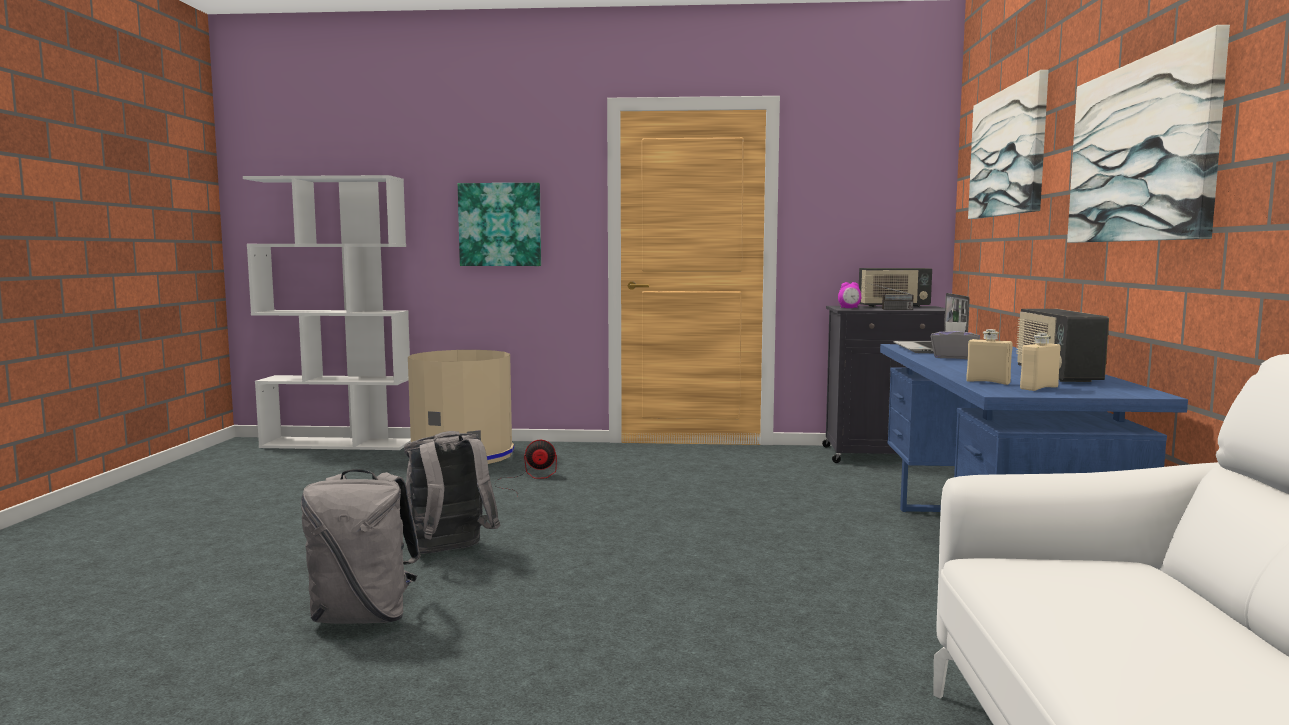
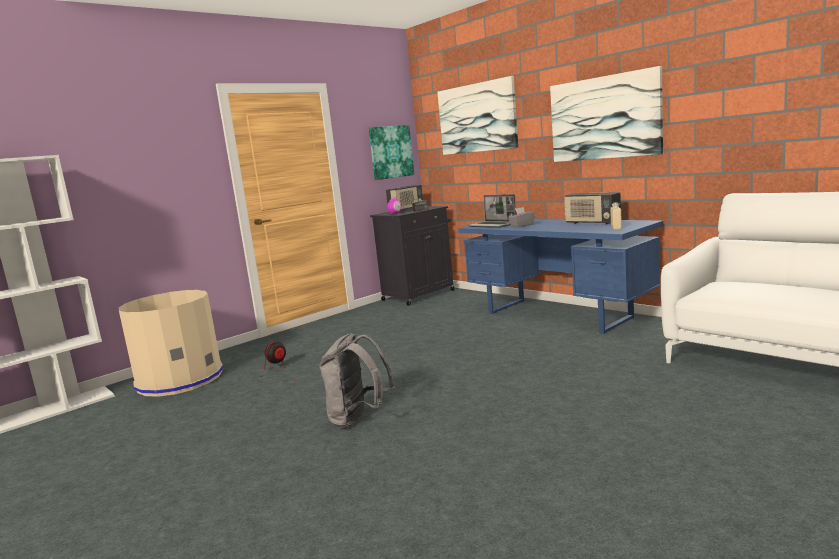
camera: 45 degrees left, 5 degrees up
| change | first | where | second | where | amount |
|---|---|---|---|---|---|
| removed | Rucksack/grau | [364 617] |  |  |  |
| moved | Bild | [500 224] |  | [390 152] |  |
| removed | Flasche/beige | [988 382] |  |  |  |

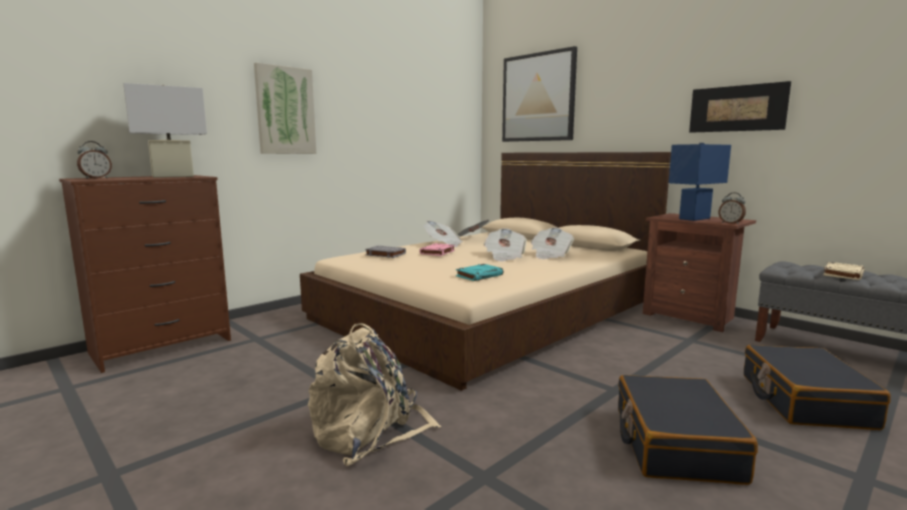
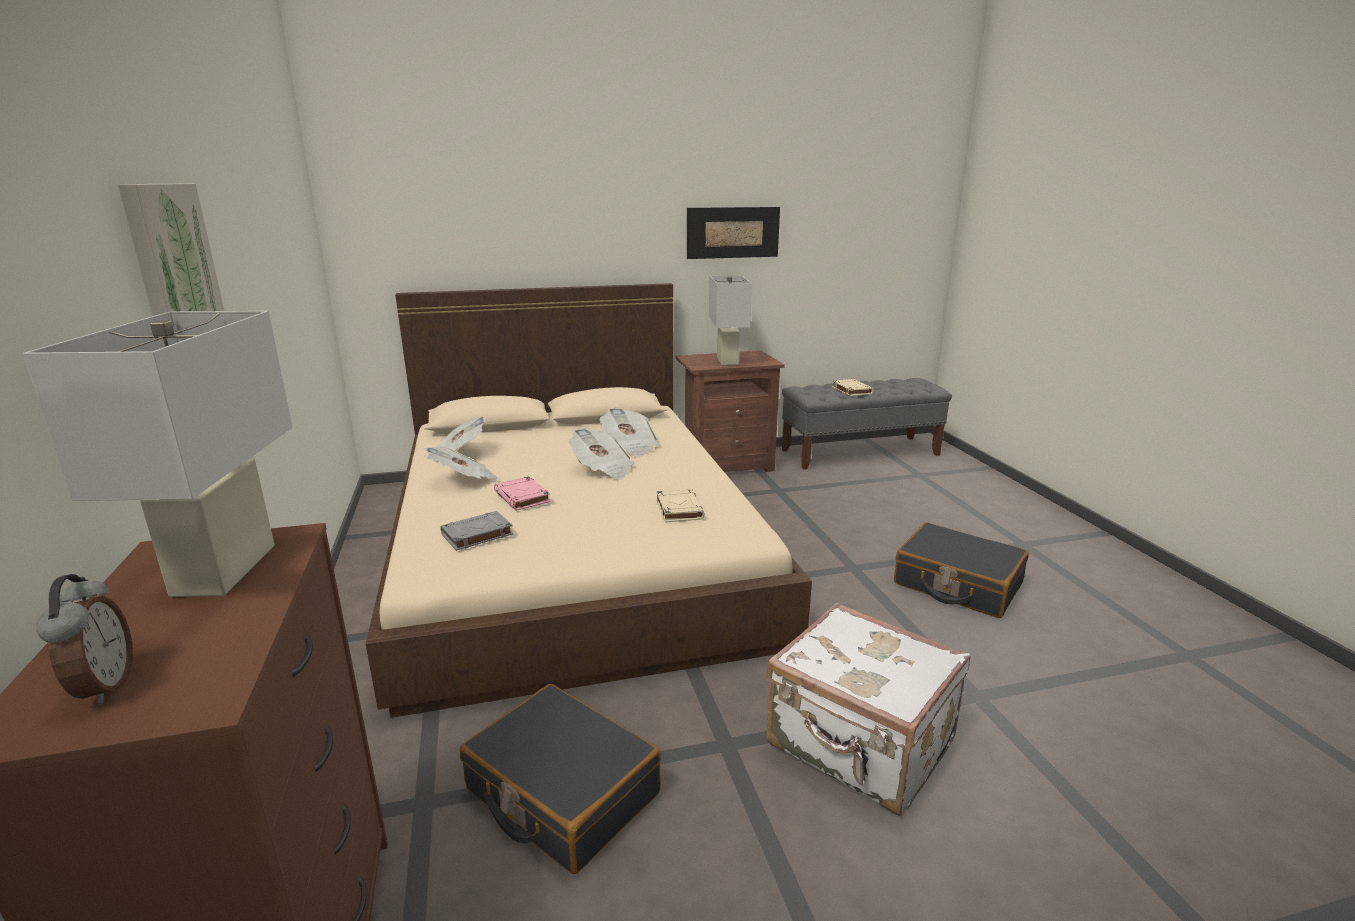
camera: 60 degrees left, 10 degrees up
| change | first | where | second | where | amount |
|---|---|---|---|---|---|
| replaced | Rucksack/beige | [370 432] | Koffer/weiß | [860 746] |  |
| recoloured | Buch/türkis | [479 275] | Buch/beige | [679 509] |  |
| removed | Bild | [538 97] |  |  |  |
| recoloured | Tischlampe/blau | [694 219] | Tischlampe/weiß | [727 361] |  |
| removed | Wecker | [731 223] |  |  |  |
| moved | Koffer/schwarz | [804 401] |  | [561 792] |  |

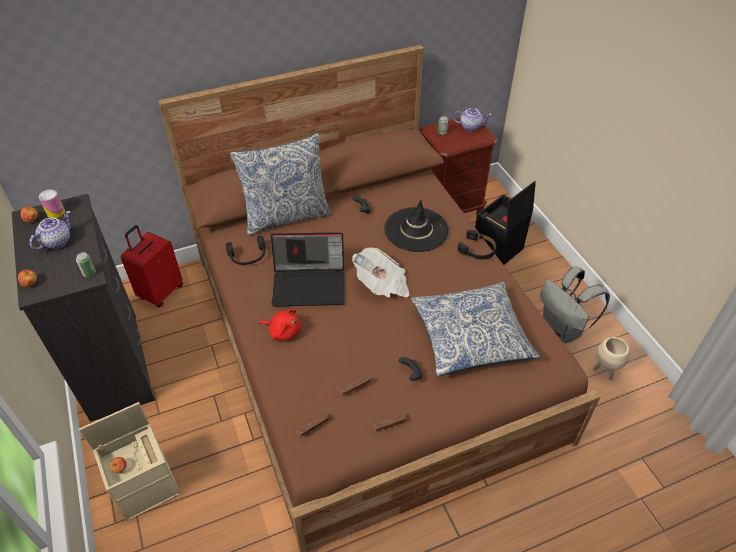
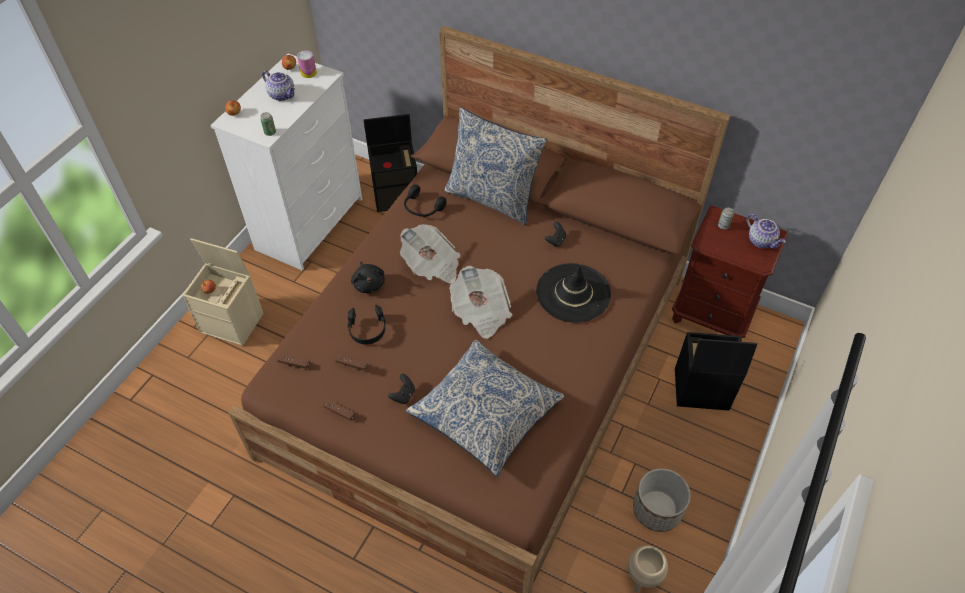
camera: 50 degrees right, 5 degrees up
| change | first | where | second | where | amount |
|---|---|---|---|---|---|
| recoloured | Kommode/schwarz | [115 364] | Kommode/weiß | [311 223] |  |
| turned | Teekanne | [57 241] |  | [282 95] | 45 degrees clockwise |
| replaced | Koffer/rot | [160 292] | Aufbewahrungsbox/schwarz | [397 195] |  |
| recoloured | Plüschtier/rot | [283 331] | Plüschtier/schwarz | [369 283] |  |
| replaced | Laptop | [310 284] | Zeitung | [432 265] |  |
| moved | Kopfhörer/schwarz | [477 249] |  | [367 329] |  |
| replaced | Rucksack/grau | [563 329] | Pflanzkübel | [657 510] |  |

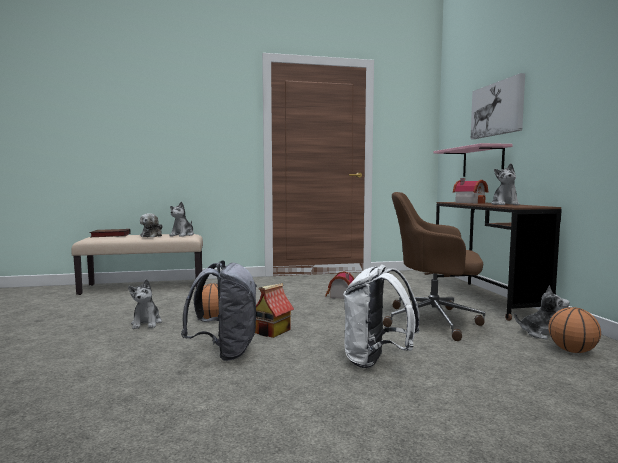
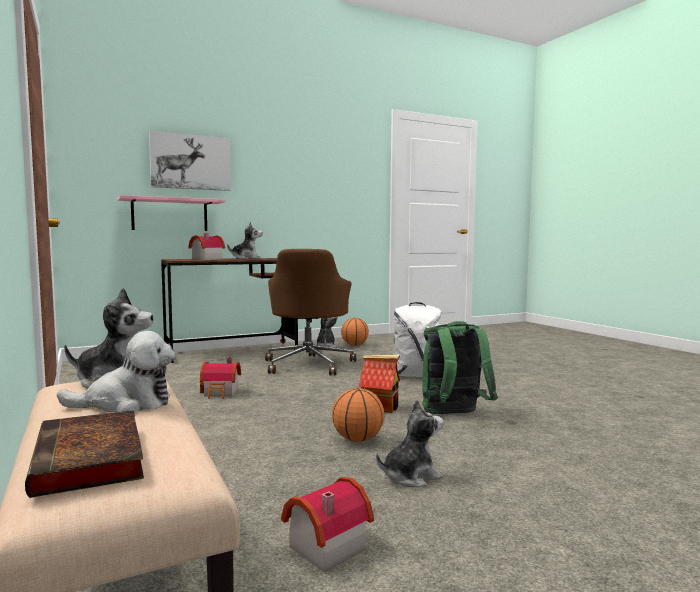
camera: 105 degrees left, 0 degrees up
| change | first | where | second | where | amount |
|---|---|---|---|---|---|
| recoloured | Rucksack/grau | [225 352] | Rucksack/grün | [453 415] |  |
| added |  |  | Spielzeughaus | [322 546] |  |

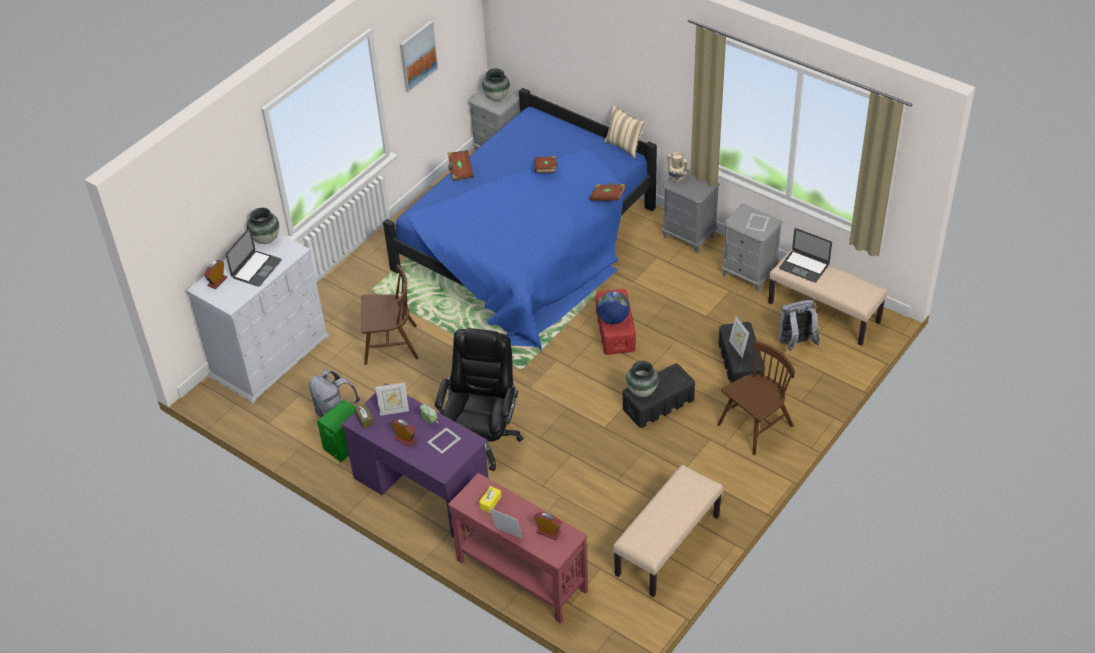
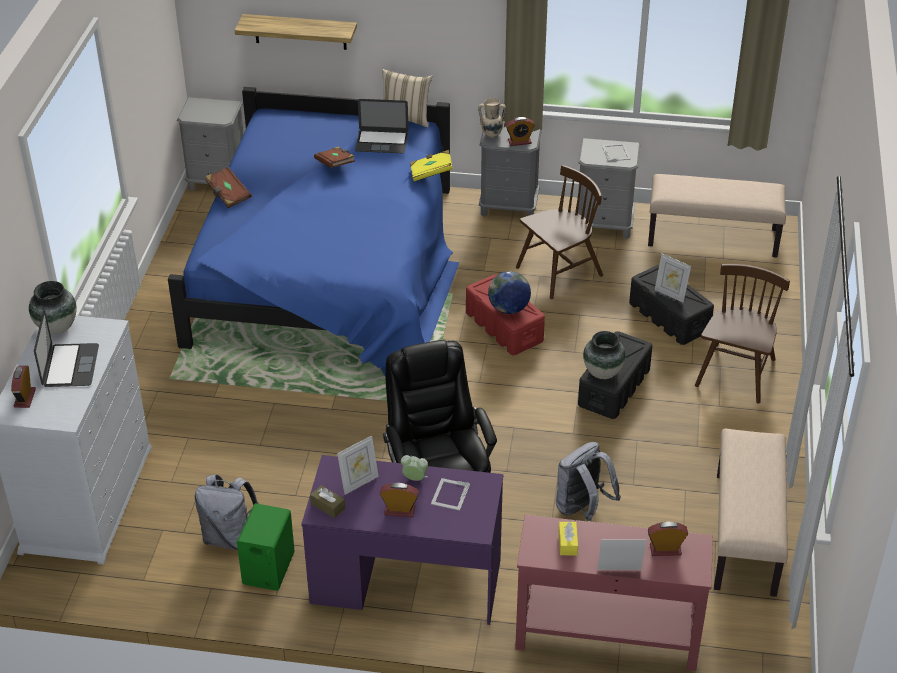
camera: 30 degrees left, 5 degrees down
| change | first | where | second | where | amount |
|---|---|---|---|---|---|
| moved | Stuhl/braun | [390 344] |  | [559 272] |  |
| removed | Bild | [417 56] |  |  |  |
| removed | Vase | [496 97] |  |  |  |
| recoloured | Buch/braun | [607 197] | Buch/gelb | [431 173] |  |
| moved | Rucksack/grau | [795 343] |  | [582 509] |  |
| moved | Laptop | [804 266] |  | [381 142] |  |
| added |  |  | Wandregal | [300 32] |  |
| added |  |  | Wecker | [519 142] |  |

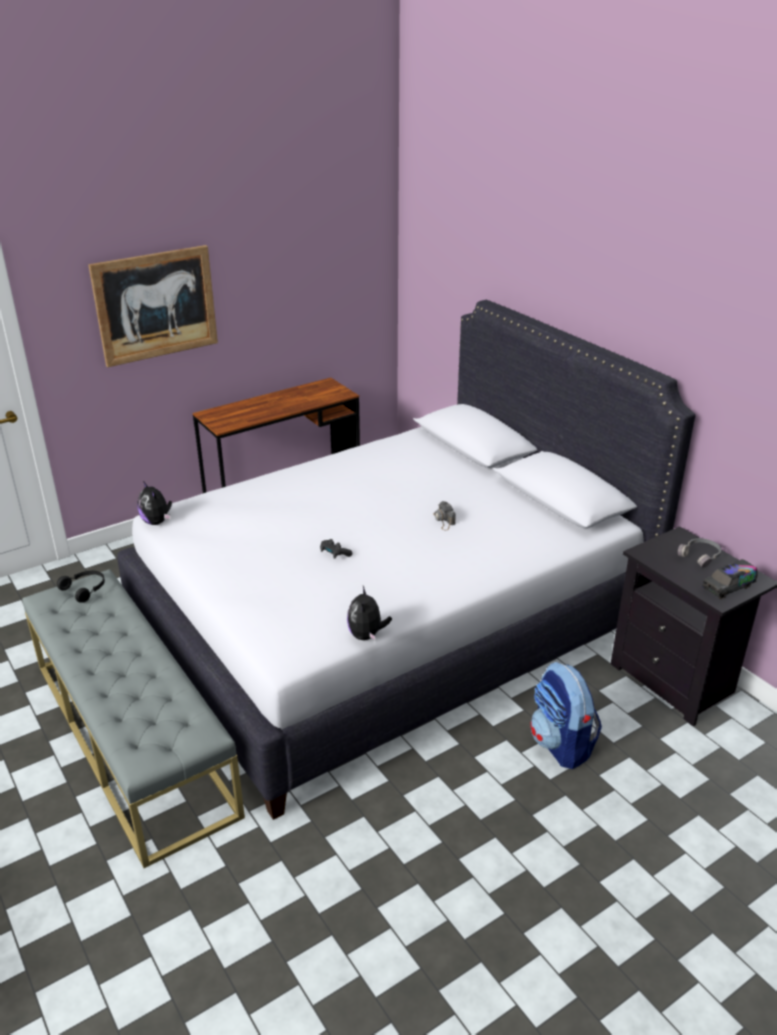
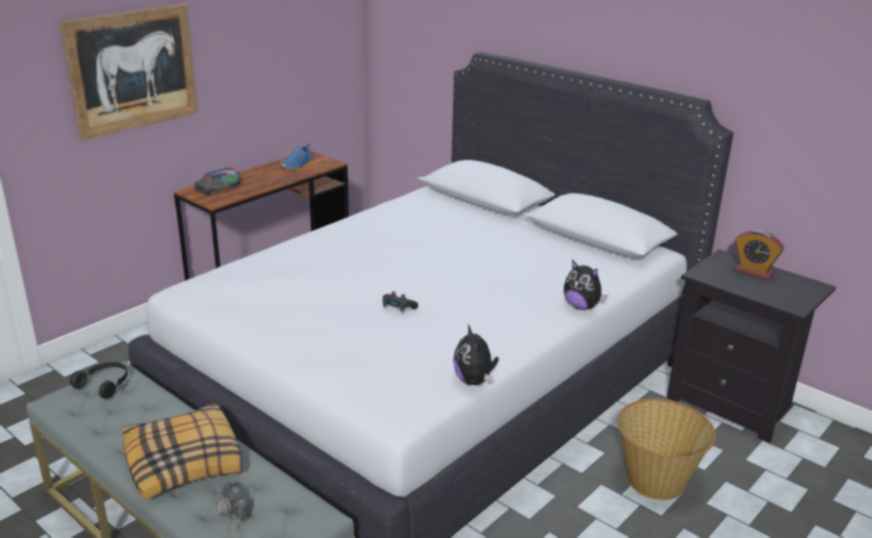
camera: 15 degrees left, 5 degrees down
| change | first | where | second | where | amount |
|---|---|---|---|---|---|
| moved | Plüschtier | [157 522] |  | [582 306] |  |
| moved | Kamera | [443 520] |  | [230 512] |  |
| replaced | Rucksack | [561 744] | Korb | [656 480] |  |
| replaced | Kopfhörer/grau | [700 556] | Wecker | [753 272] |  |
| moved | Spielzeuglaster | [728 587] |  | [218 189] |  |
| added |  |  | Kissen | [184 462] |  |
| added |  |  | Schuh/blau | [297 166] |  |

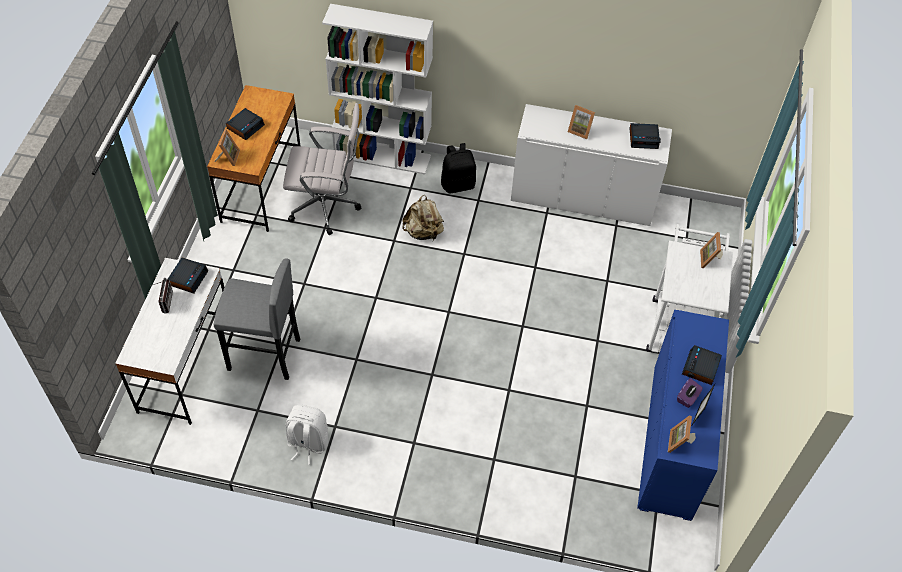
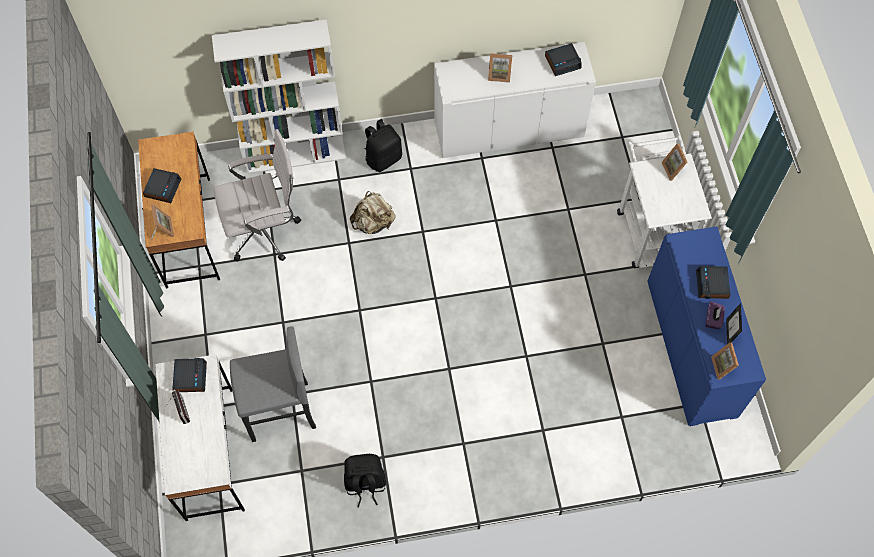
camera: 20 degrees left, 10 degrees up
| change | first | where | second | where | amount |
|---|---|---|---|---|---|
| recoloured | Rucksack/weiß | [307 443] | Rucksack/schwarz | [365 484] |  |

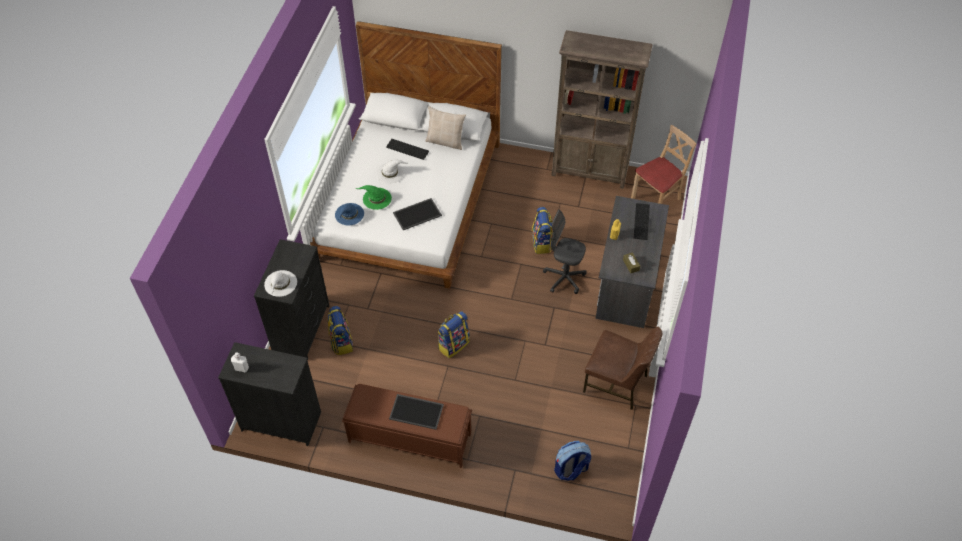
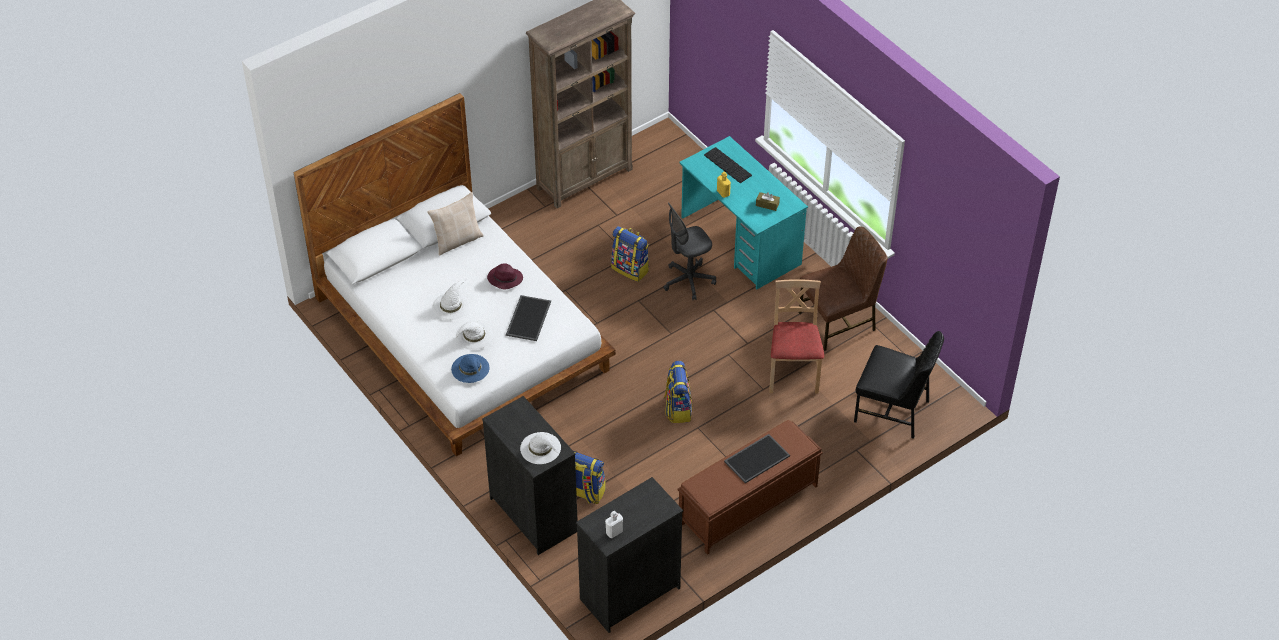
camera: 50 degrees left, 5 degrees down
| change | first | where | second | where | amount |
|---|---|---|---|---|---|
| recoloured | Hut/grün | [376 198] | Hut/weiß | [474 336] |  |
| removed | Tastatur | [408 149] |  |  |  |
| replaced | Rucksack | [571 469] | Stuhl/schwarz | [893 411] |  |
| recoloured | Schreibtisch/grau | [627 282] | Schreibtisch/türkis | [740 241] |  |
| moved | Stuhl/beige | [656 199] |  | [793 374] |  |
| added |  |  | Hut/lila | [504 279] |  |

